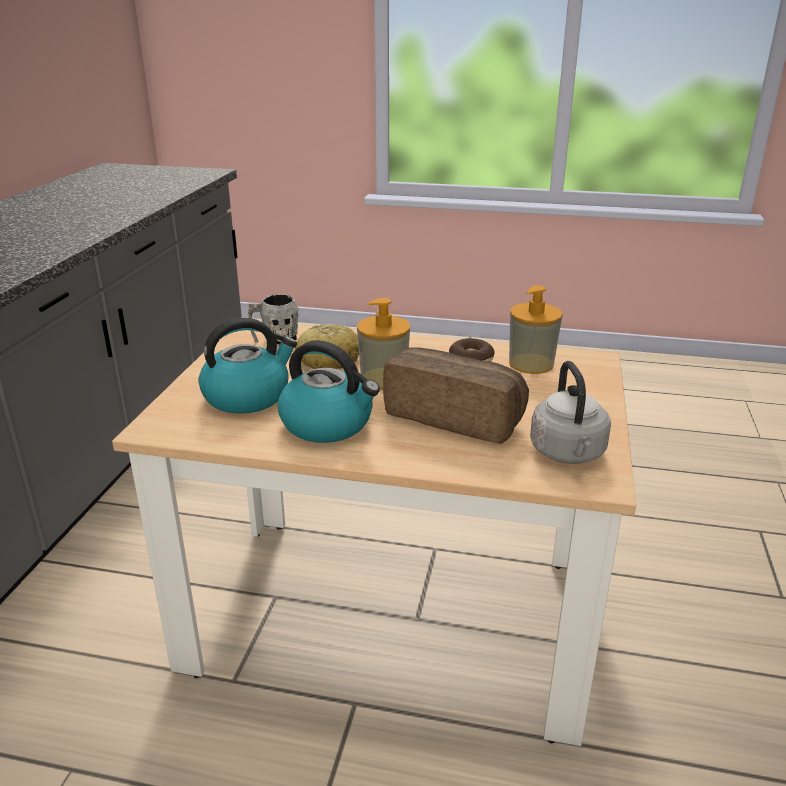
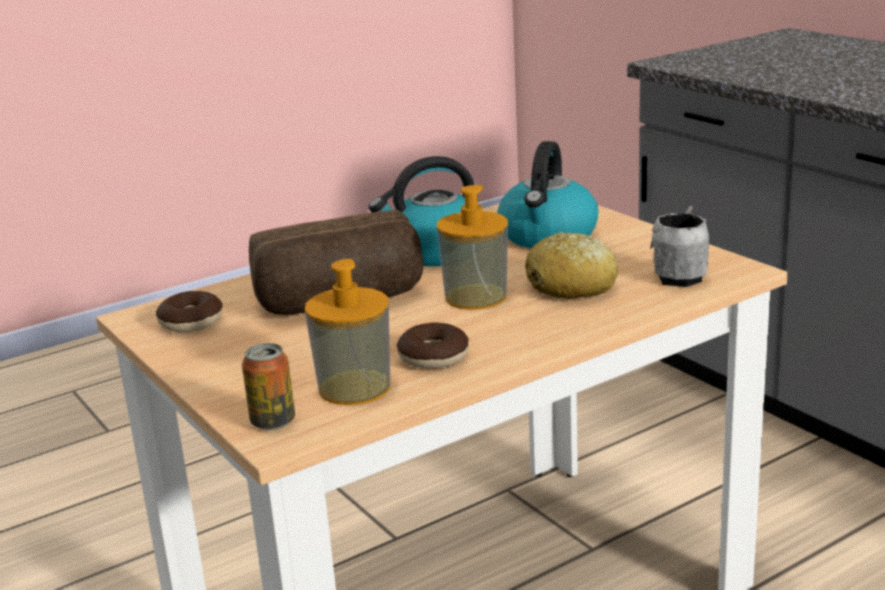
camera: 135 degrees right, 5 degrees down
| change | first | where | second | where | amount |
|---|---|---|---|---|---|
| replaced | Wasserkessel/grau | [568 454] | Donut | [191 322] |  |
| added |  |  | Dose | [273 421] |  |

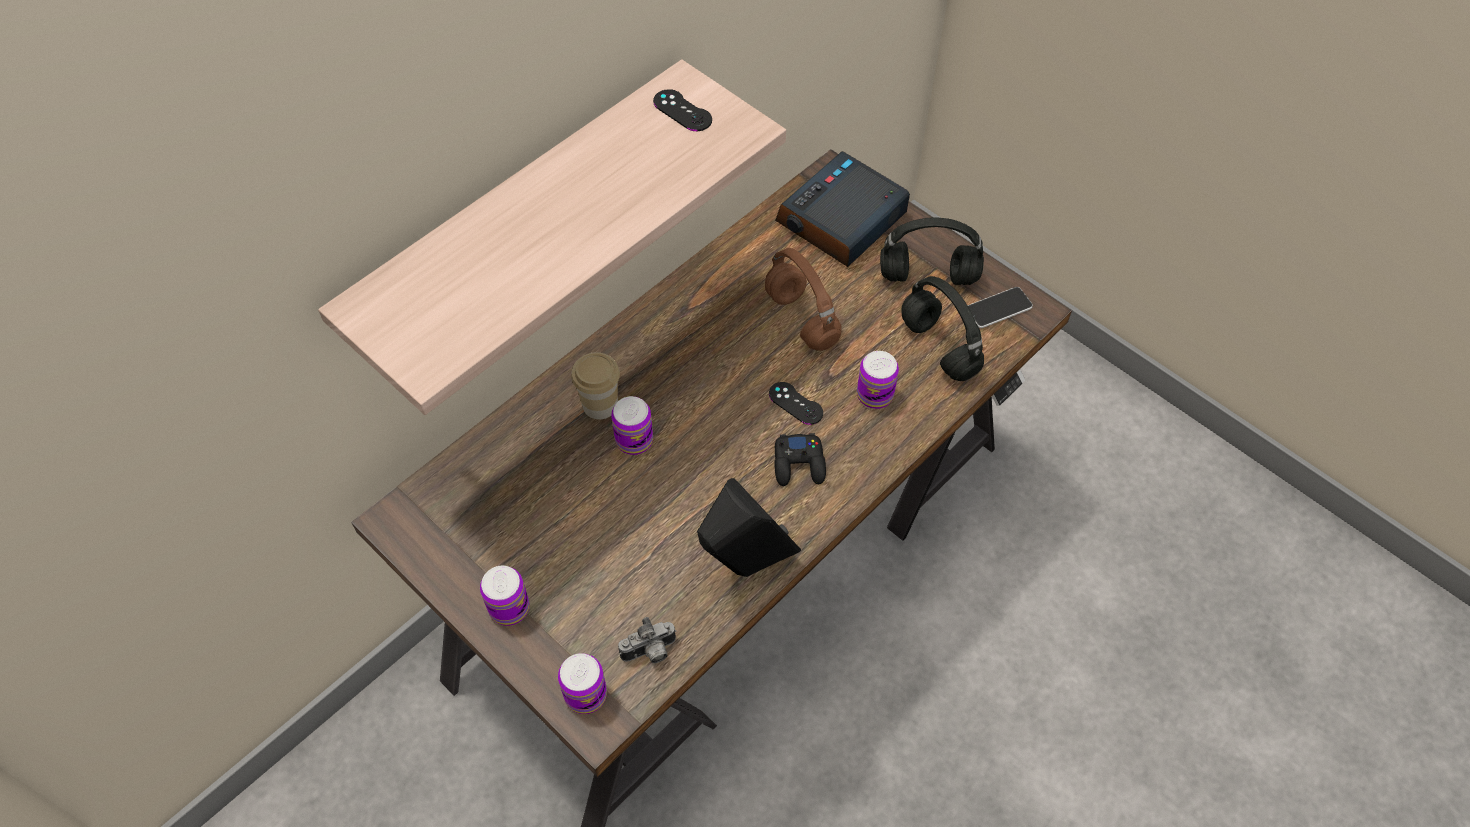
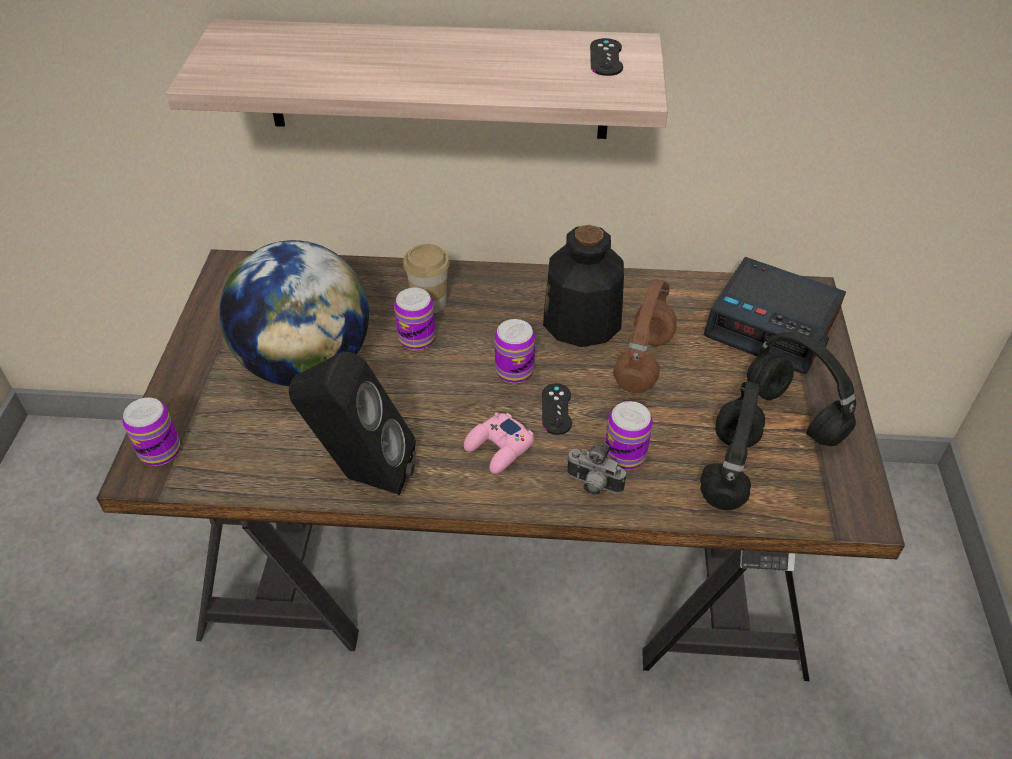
camera: 50 degrees right, 10 degrees down
| change | first | where | second | where | amount |
|---|---|---|---|---|---|
| moved | Dose | [509 608] |  | [514 371] |  |
| moved | Kamera | [650 652] |  | [592 485] |  |
| recoloured | Gamepad/schwarz | [799 464] | Gamepad/rosa | [499 448] |  |
| turned | Wecker | [841 220] |  | [773 325] | 150 degrees counterclockwise |
| removed | Handy | [998 308] |  |  |  |
| added |  |  | Globus | [306 364] |  |
| added |  |  | Flasche | [582 322] |  |

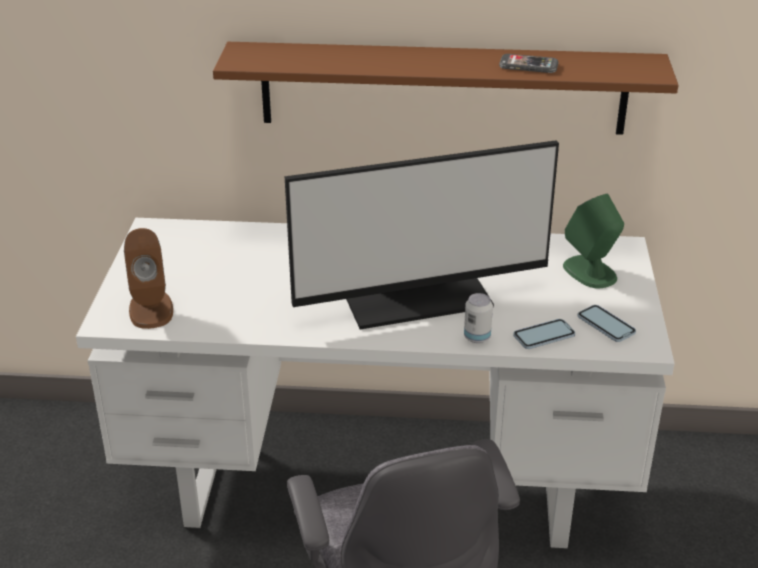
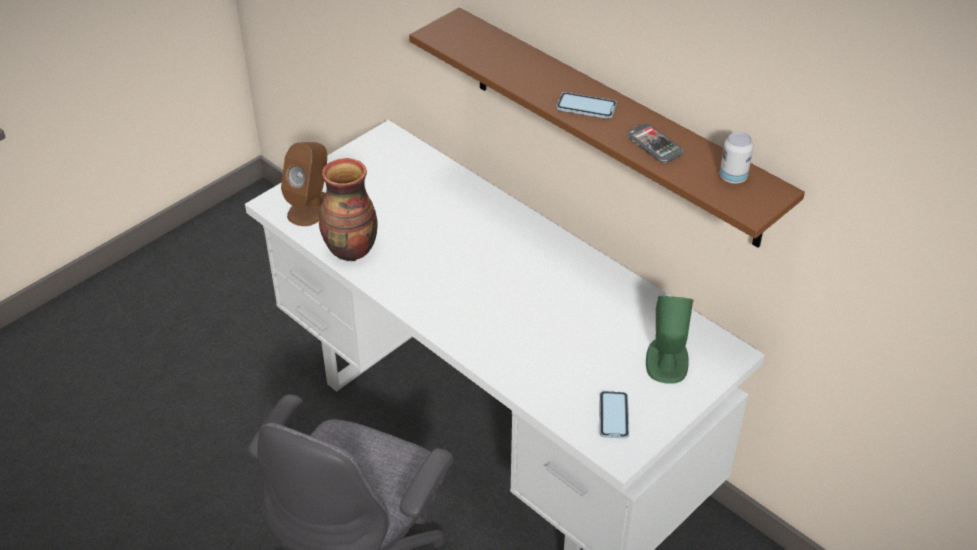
camera: 40 degrees right, 10 degrees up
| change | first | where | second | where | amount |
|---|---|---|---|---|---|
| removed | Monitor | [416 297] |  |  |  |
| moved | Dose | [477 337] |  | [733 177] |  |
| moved | Handy | [544 336] |  | [586 107] |  |
| added |  |  | Vase | [351 250] |  |

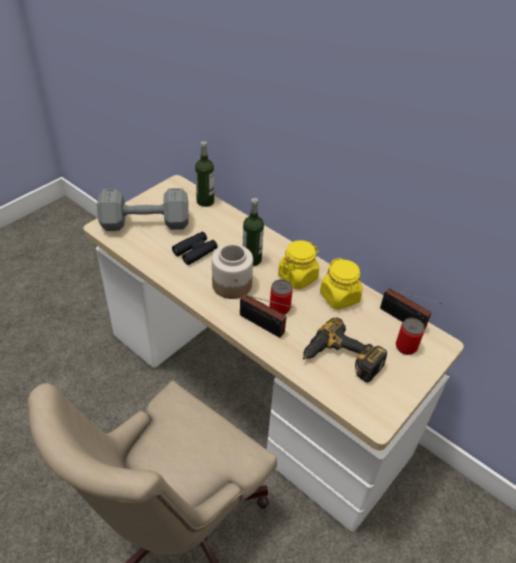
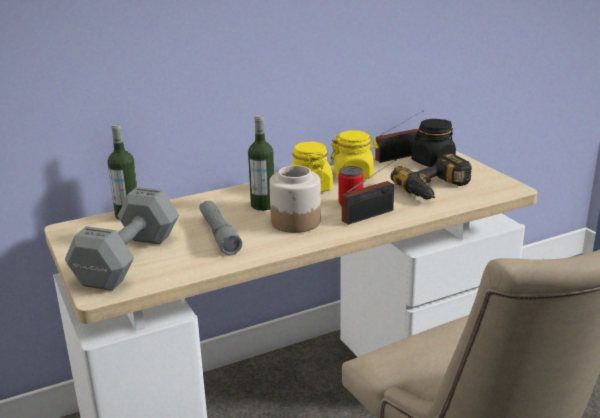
camera: 65 degrees left, 20 degrees down
| change | first | where | second | where | amount |
|---|---|---|---|---|---|
| replaced | Fernglas/schwarz | [195 251] | Taschenlampe/grau | [219 234] |  |
| replaced | Dose | [406 347] | Vorratsglas/schwarz | [432 162] |  |

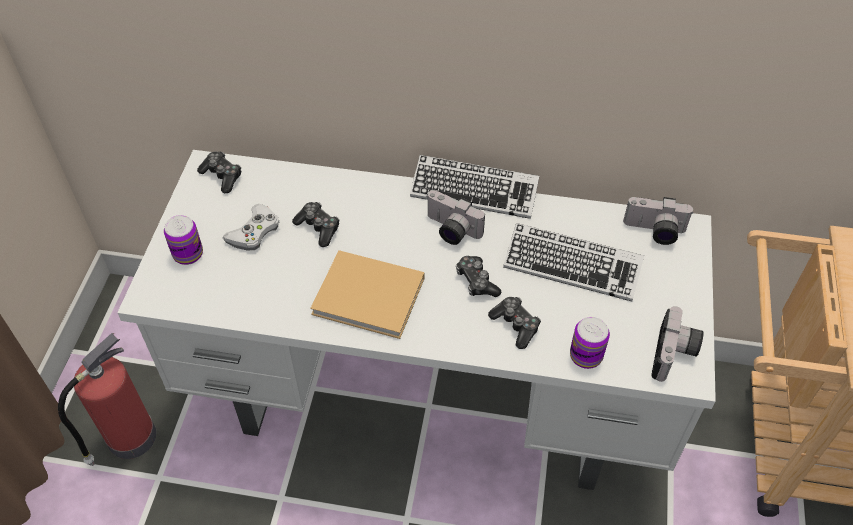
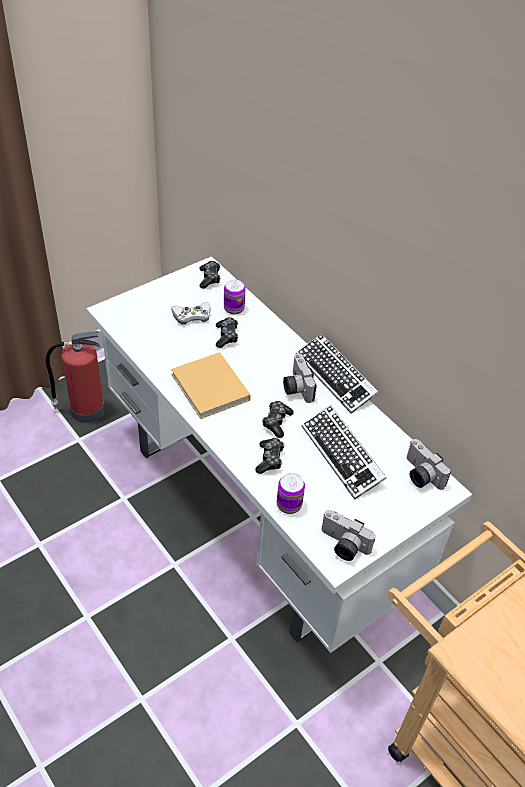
camera: 40 degrees right, 5 degrees down
| change | first | where | second | where | amount |
|---|---|---|---|---|---|
| moved | Dose | [188 254] |  | [234 308] |  |
| turned | Kamera | [675 355] |  | [342 545] | 60 degrees clockwise |

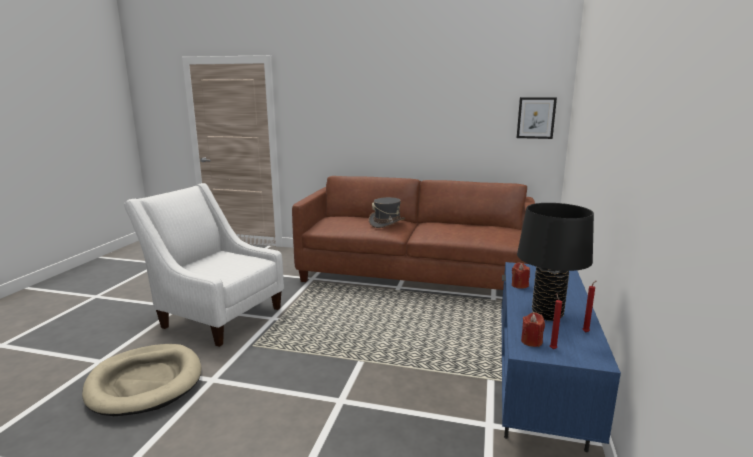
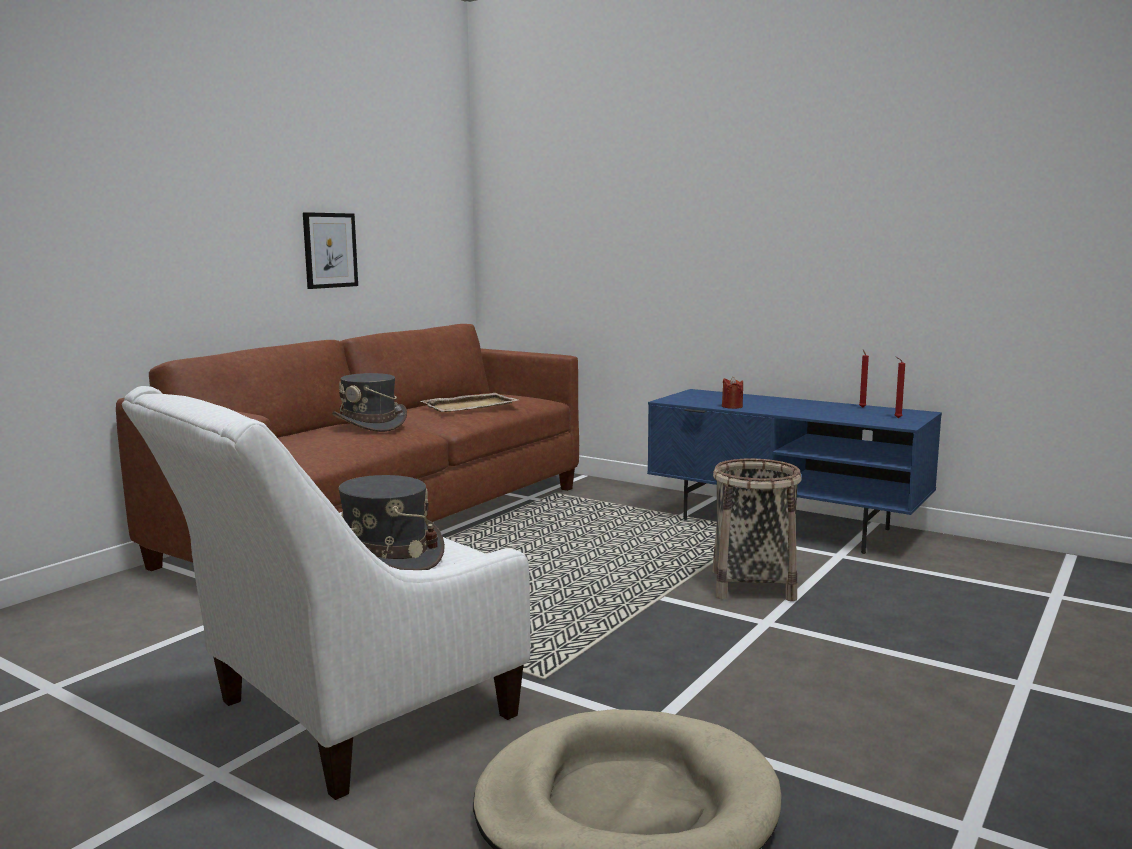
camera: 70 degrees left, 5 degrees down
| change | first | where | second | where | amount |
|---|---|---|---|---|---|
| moved | Bild | [536 118] |  | [330 250] |  |
| removed | Tischlampe/schwarz | [547 314] |  |  |  |
| removed | Kerze/rot | [531 341] |  |  |  |
| added |  |  | Hut/grau | [385 556] |  |
| added |  |  | Tablett/beige | [471 405] |  |
| added |  |  | Korb | [753 585] |  |

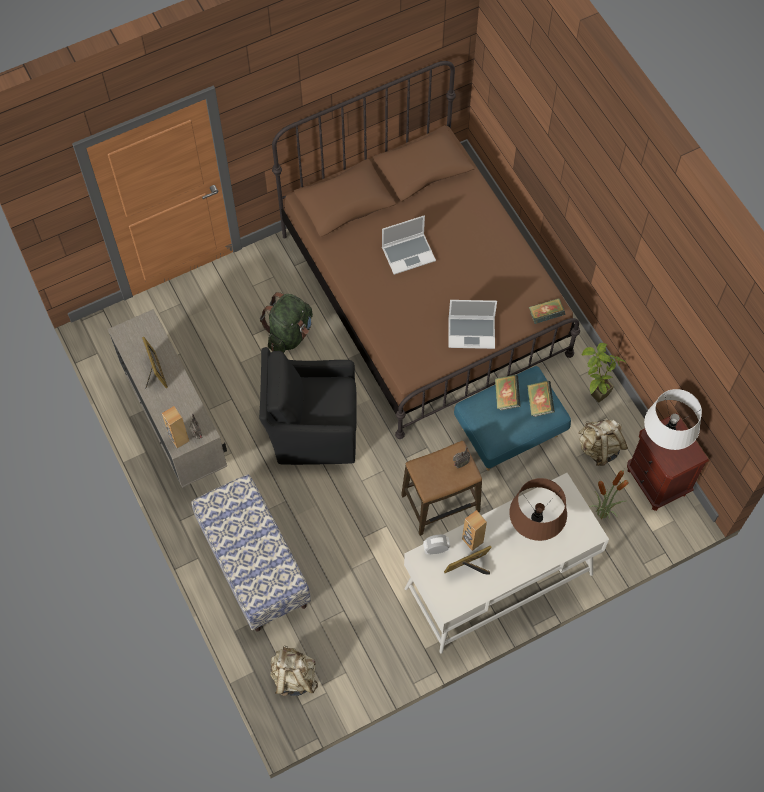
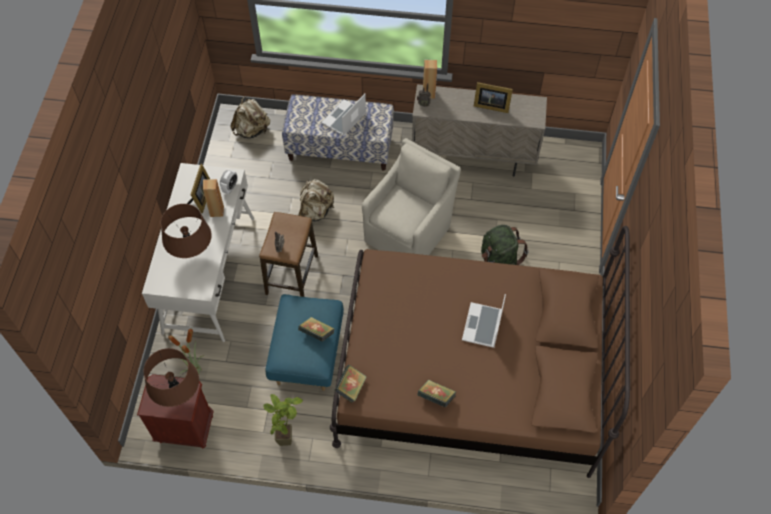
camera: 125 degrees right, 5 degrees down
| change | first | where | second | where | amount |
|---|---|---|---|---|---|
| recoloured | Sessel/schwarz | [312 430] | Sessel/beige | [409 232] |  |
| moved | Laptop | [472 332] |  | [344 119] |  |
| moved | Buch | [539 403] |  | [436 397] |  |
| moved | Rucksack/beige | [599 448] |  | [316 211] |  |
| recoloured | Tischlampe/weiß | [665 439] | Tischlampe/braun | [179 395] |  |

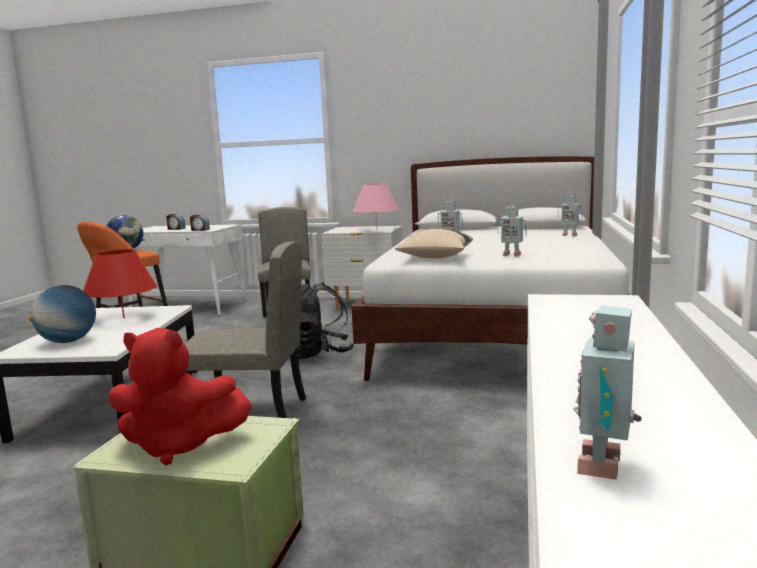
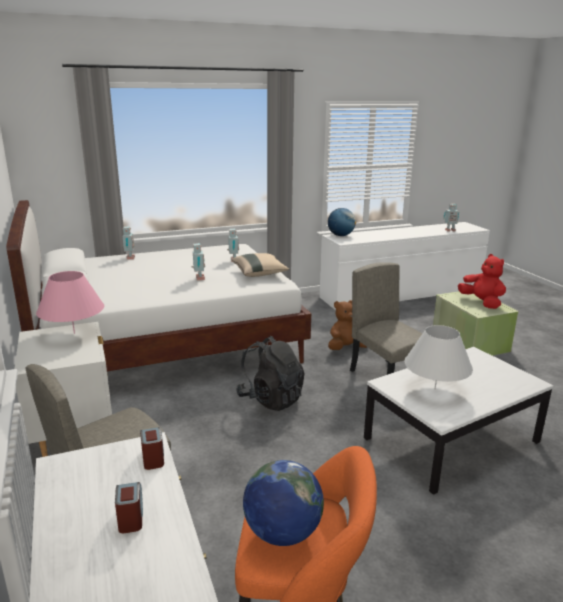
camera: 125 degrees left, 10 degrees up
| change | first | where | second | where | amount |
|---|---|---|---|---|---|
| moved | Globus | [68 341] |  | [340 235] |  |
| recoloured | Tischlampe/rot | [124 318] | Tischlampe/weiß | [434 389] |  |
| added |  |  | Plüschtier/braun | [346 348] |  |

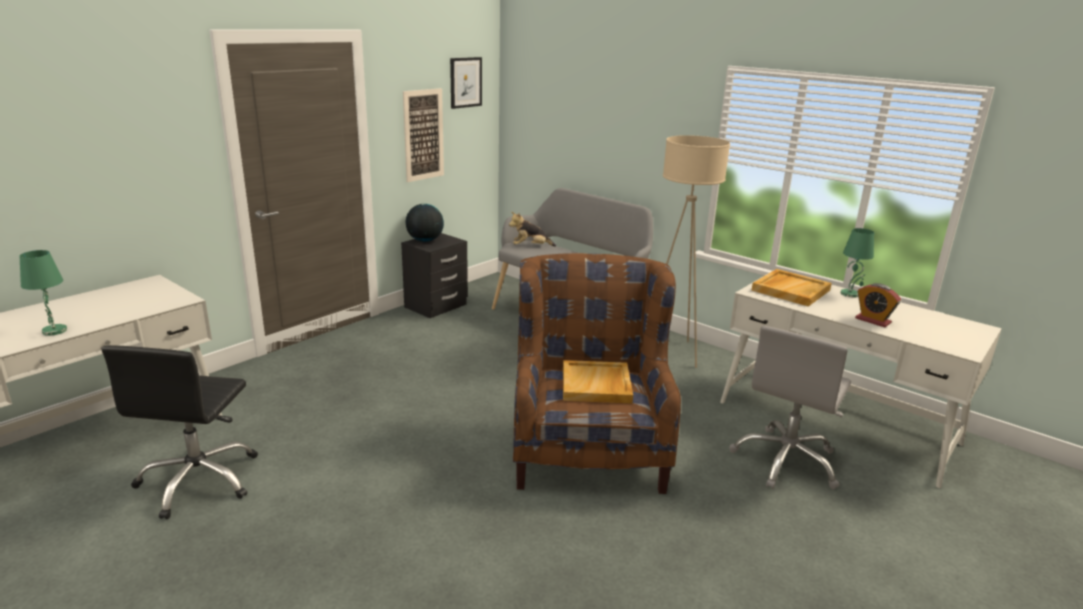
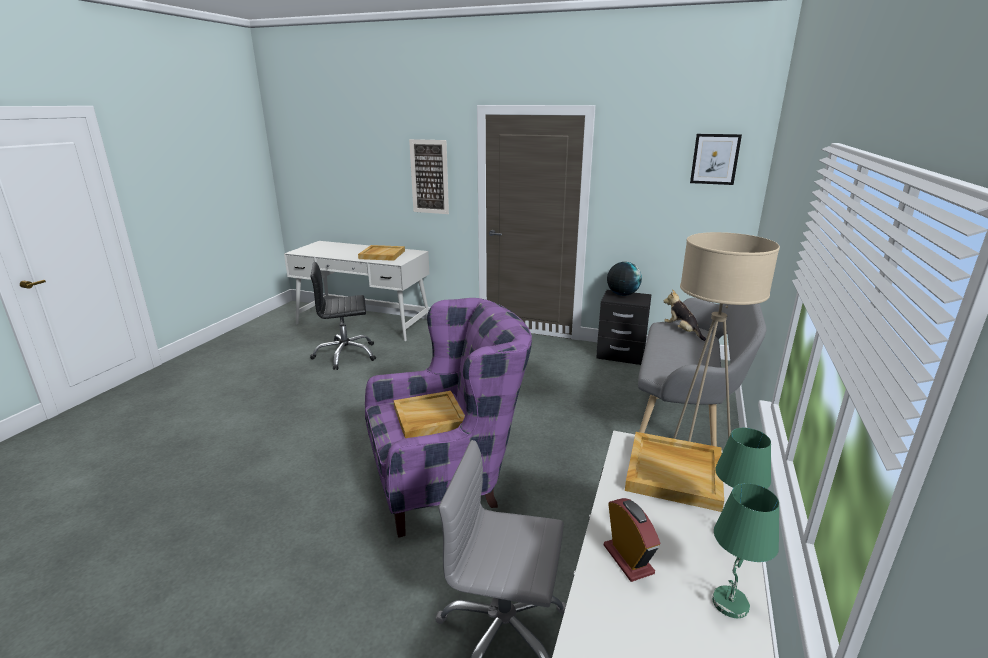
camera: 70 degrees right, 0 degrees up
| change | first | where | second | where | amount |
|---|---|---|---|---|---|
| moved | Tischlampe/grün | [55 331] |  | [730 604] |  |
| moved | Bild | [423 135] |  | [429 177] |  |
| recoloured | Sessel/braun | [588 448] | Sessel/lila | [448 478] |  |
| turned | Wecker | [873 320] |  | [628 559] | 135 degrees clockwise |
| added |  |  | Tablett/beige | [382 254] |  |

